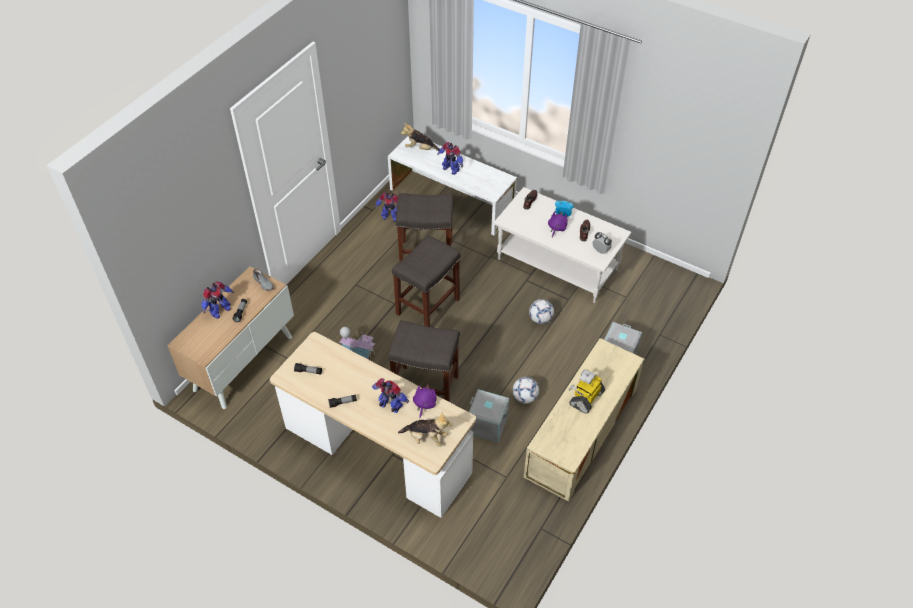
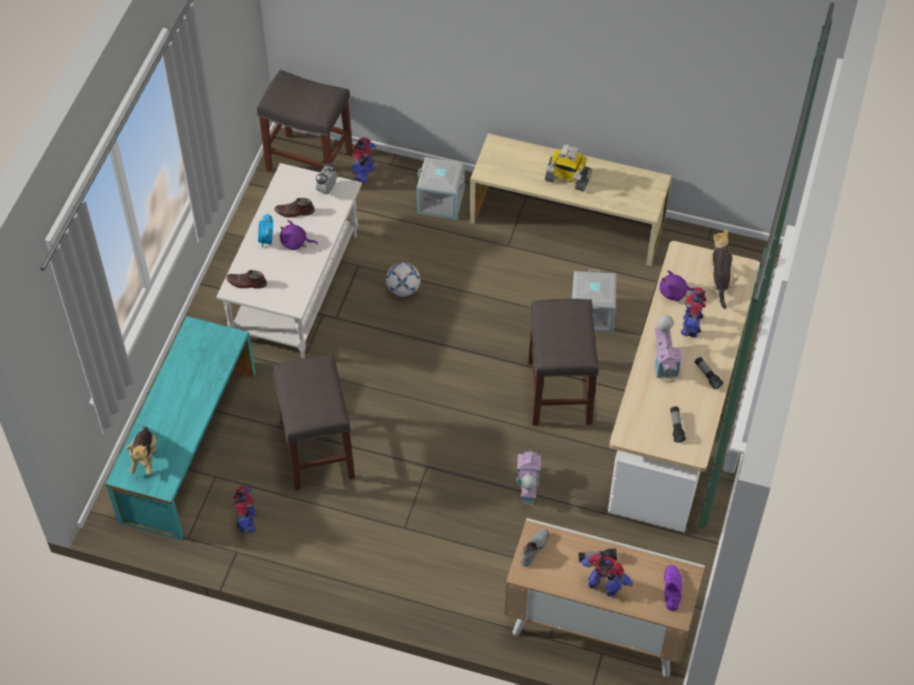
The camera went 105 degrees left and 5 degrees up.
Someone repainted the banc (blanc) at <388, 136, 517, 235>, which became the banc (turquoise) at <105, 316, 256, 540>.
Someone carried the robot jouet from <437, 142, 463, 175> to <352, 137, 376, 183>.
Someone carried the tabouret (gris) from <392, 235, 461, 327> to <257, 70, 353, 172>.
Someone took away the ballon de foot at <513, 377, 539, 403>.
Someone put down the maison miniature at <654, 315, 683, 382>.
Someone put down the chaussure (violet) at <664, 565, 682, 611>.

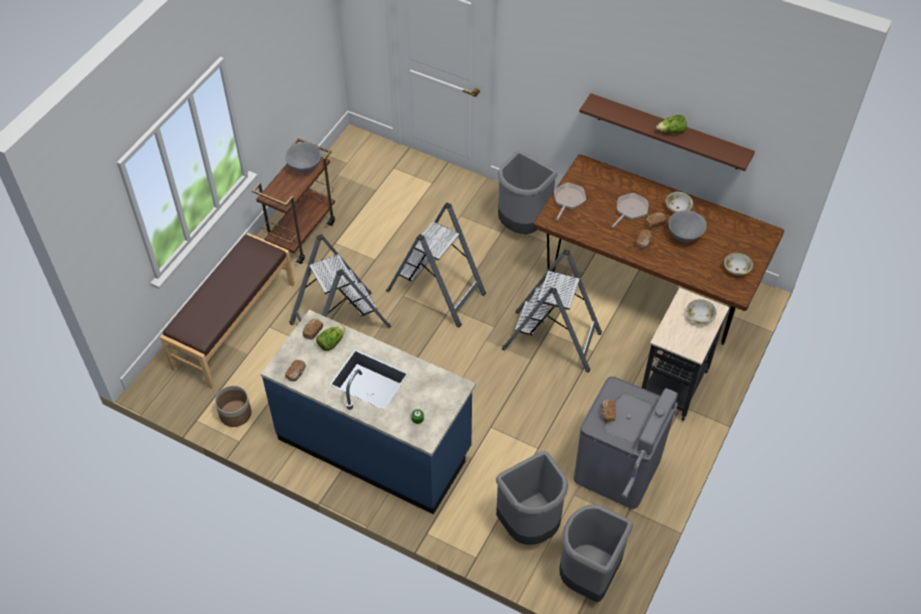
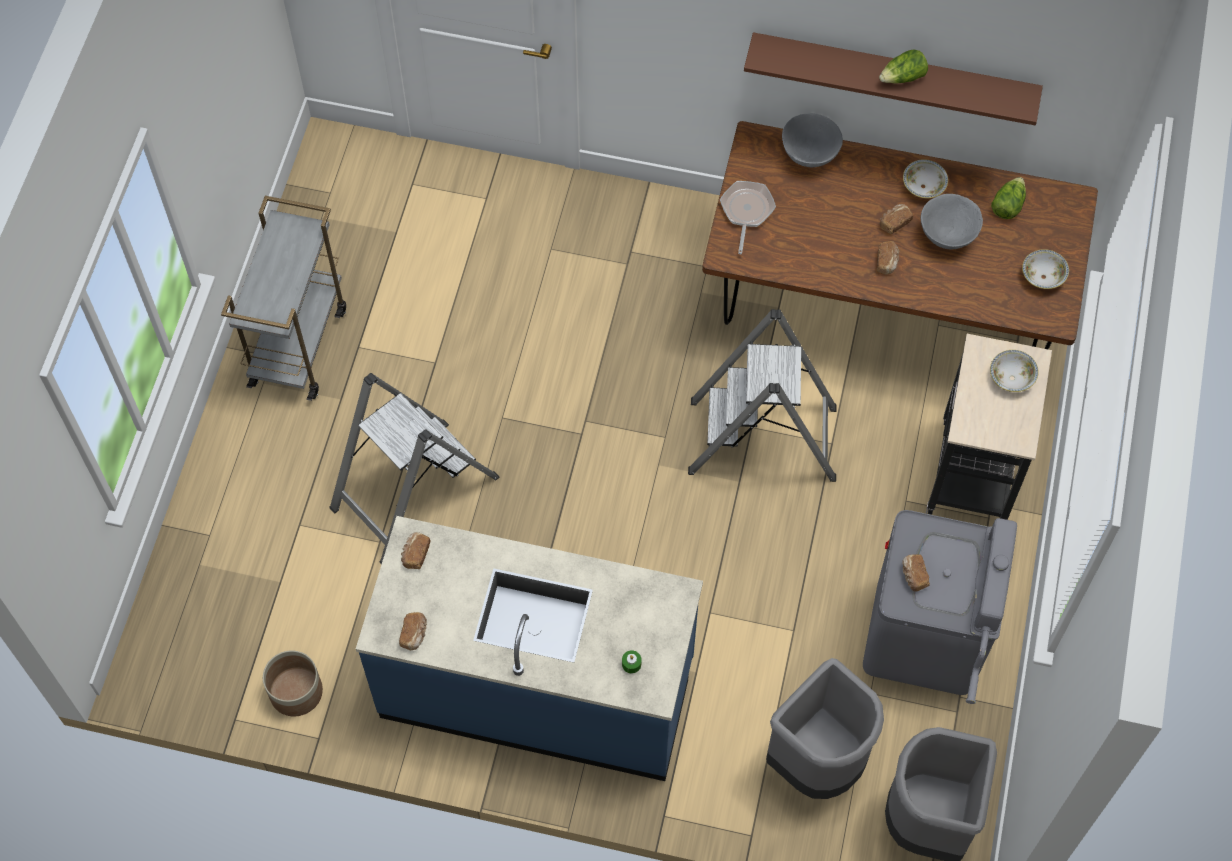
The camera went 15 degrees left and 10 degrees up.
Someone repainted the chariot (marron) at <252, 138, 335, 264>, which became the chariot (gris) at <221, 196, 346, 401>.
Someone carried the bol (gris) from <285, 142, 321, 173> to <782, 113, 843, 167>.
Someone took away the poubelle (gris) at <498, 151, 557, 234>.
Someone took away the poêle at <611, 193, 648, 228>.
Someone took away the escabeau (gris) at <386, 202, 486, 328>.
Someone took away the banc (marron) at <160, 233, 295, 389>.
Someone carried the laitue from <316, 326, 345, 351> to <991, 177, 1026, 219>.

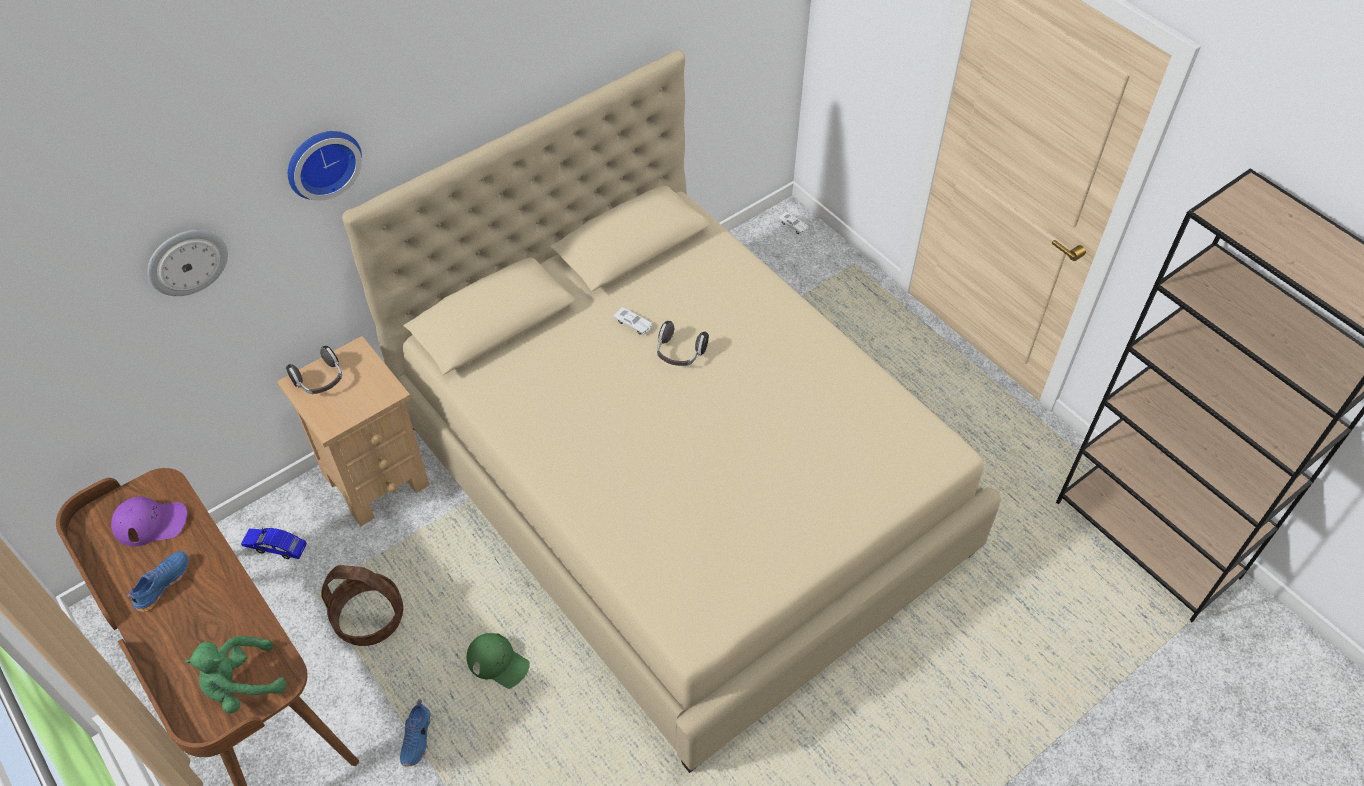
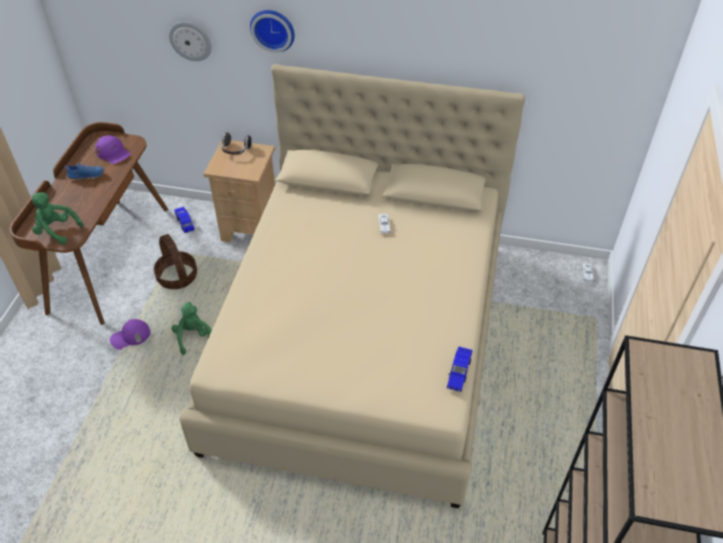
The camera went 50 degrees right and 5 degrees down.
Someone took away the casque audio at <657, 321, 709, 366>.
Someone swapped the casquette (vert) at <467, 633, 530, 689> for the peluche (vert) at <171, 302, 211, 355>.
Someone swapped the chaussure (bleu) at <400, 699, 431, 767> for the casquette (violet) at <110, 319, 150, 350>.
Someone put down the petite voiture (bleu) at <447, 347, 473, 392>.

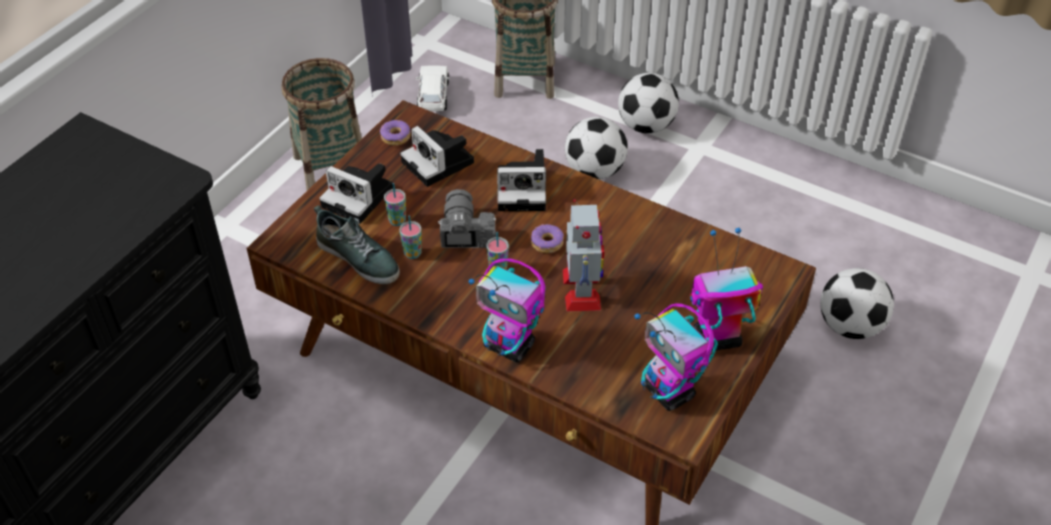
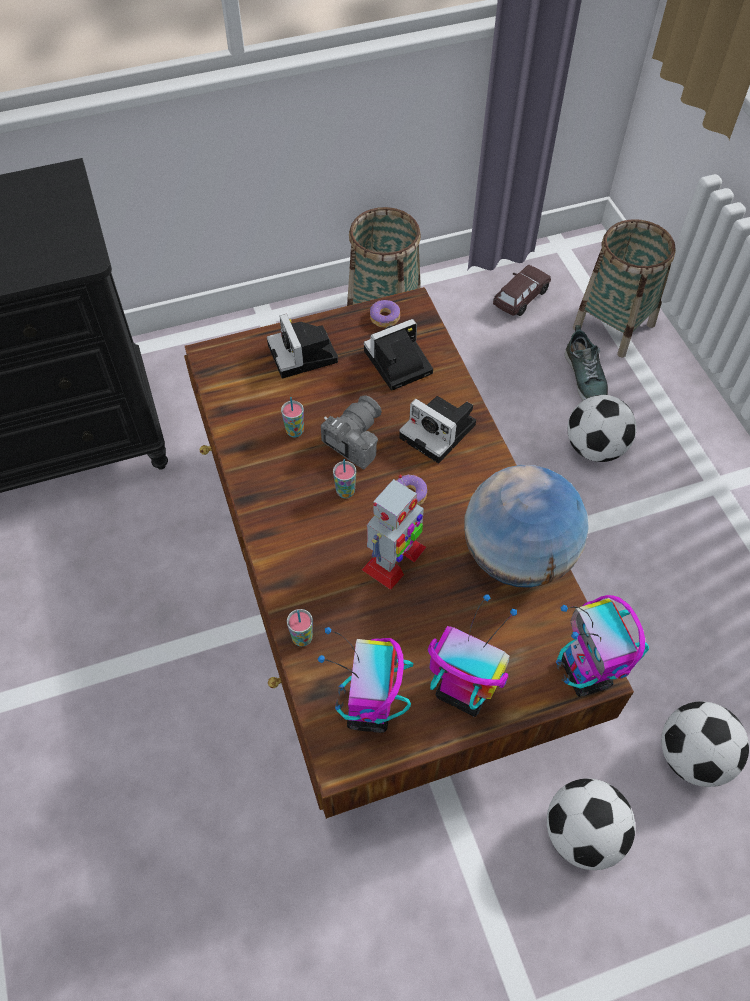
The camera went 40 degrees right and 10 degrees up.
Someone repainted the petite voiture (blanc) at <416, 65, 450, 111>, which became the petite voiture (marron) at <493, 265, 551, 316>.
Someone carried the ballon de foot from <618, 73, 679, 134> to <547, 778, 636, 870>.
Someone rotated the appareil photo at <400, 126, 474, 187> by 60 degrees clockwise.
Someone carried the tasse from <384, 183, 406, 226> to <287, 609, 313, 646>.
Someone carried the chaussure from <314, 205, 400, 284> to <565, 325, 608, 400>.
Someone carried the robot jouet from <468, 259, 545, 362> to <556, 595, 649, 697>.
Someone put down the globe at <464, 465, 589, 588>.

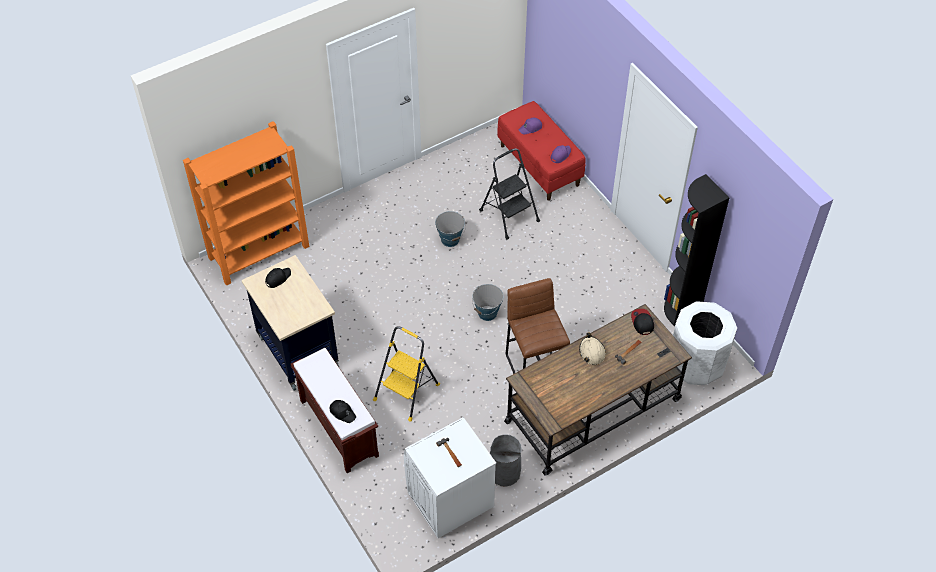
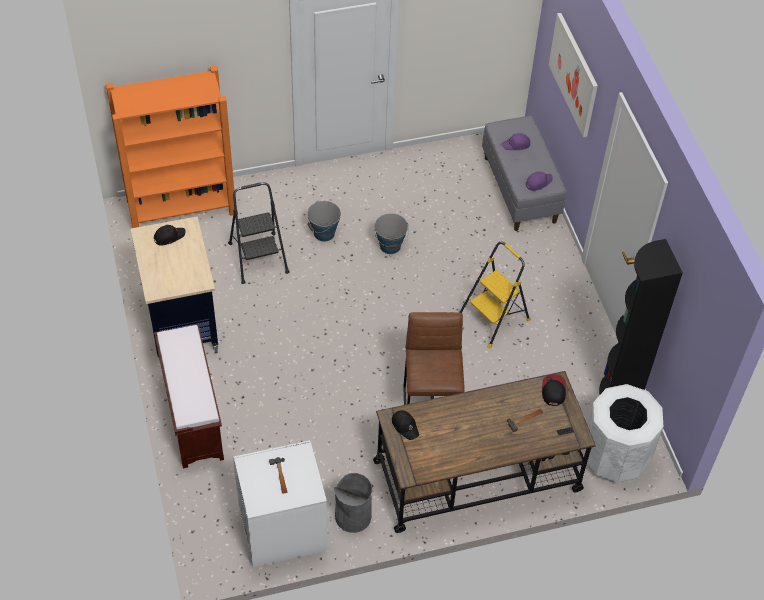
The camera went 15 degrees right and 0 degrees up.
Someone repainted the banc (rouge) at <497, 101, 586, 201>, which became the banc (gris) at <482, 116, 566, 231>.
Someone carried the escabeau (noir) from <479, 148, 540, 239> to <228, 182, 290, 284>.
Someone carried the seau from <472, 284, 503, 321> to <307, 201, 341, 242>.
Someone carried the escabeau (jaune) from <373, 326, 440, 422> to <459, 242, 531, 349>.
Someone took away the casque de chantier (beige) at <579, 332, 606, 365>.
Someone carried the casquette (noir) from <330, 400, 356, 423> to <392, 410, 419, 440>.
Someone put up the tableau at <549, 13, 598, 137>.

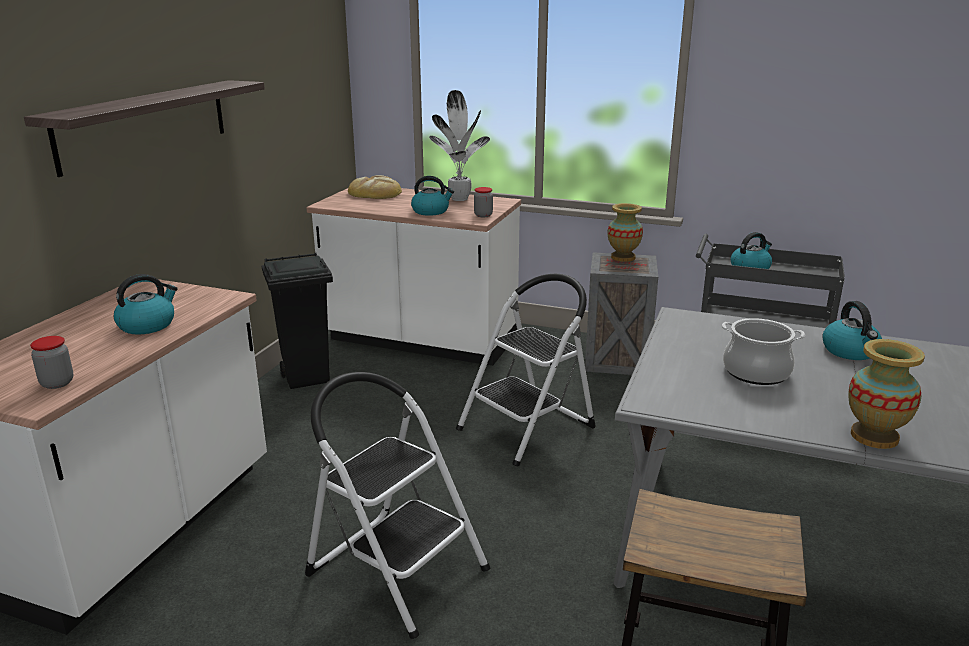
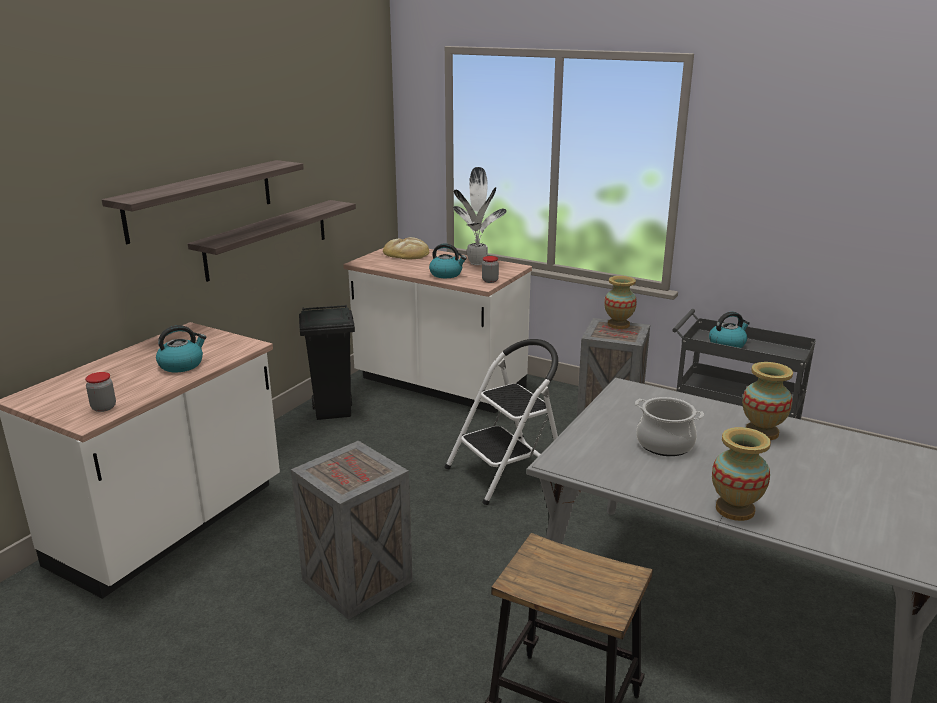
The camera went 10 degrees right and 0 degrees up.
Someone swapped the bouilloire at <822, 301, 882, 360> for the vase at <742, 362, 793, 440>.
Someone swapped the escabeau at <305, 372, 490, 639> for the caisse at <291, 441, 413, 620>.
Someone put up the étagère at <188, 200, 356, 282>.

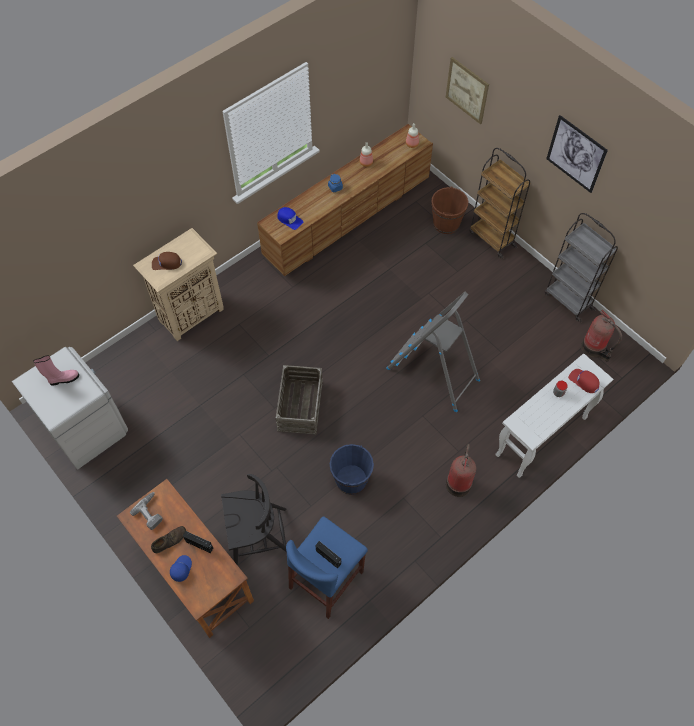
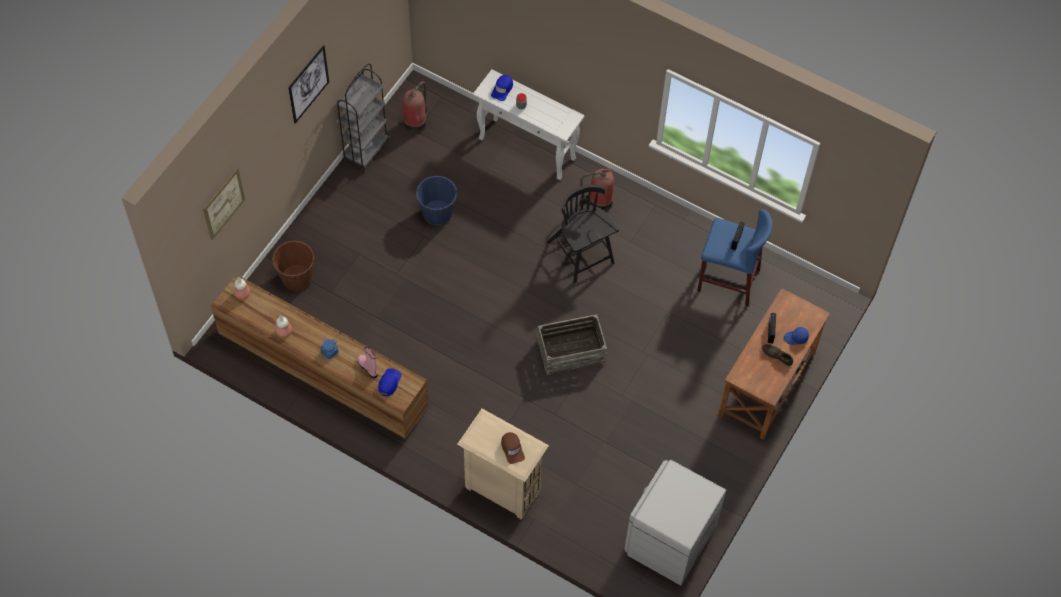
The camera went 110 degrees left and 0 degrees up.
Someone took away the chariot (marron) at <469, 148, 530, 259>.
Someone took away the escabeau (gris) at <387, 292, 480, 412>.
Someone carried the botte (rose) from <33, 355, 79, 386> to <357, 347, 378, 378>.
Someone repainted the casquette (rouge) at <568, 369, 600, 393>, which became the casquette (bleu) at <491, 75, 513, 101>.
Someone carried the seau (bleu) from <330, 444, 374, 495> to <416, 176, 457, 226>.
Someone carried the chaise (noir) from <221, 474, 287, 566> to <547, 184, 619, 283>.
Someone took away the perceuse at <130, 492, 163, 530>.

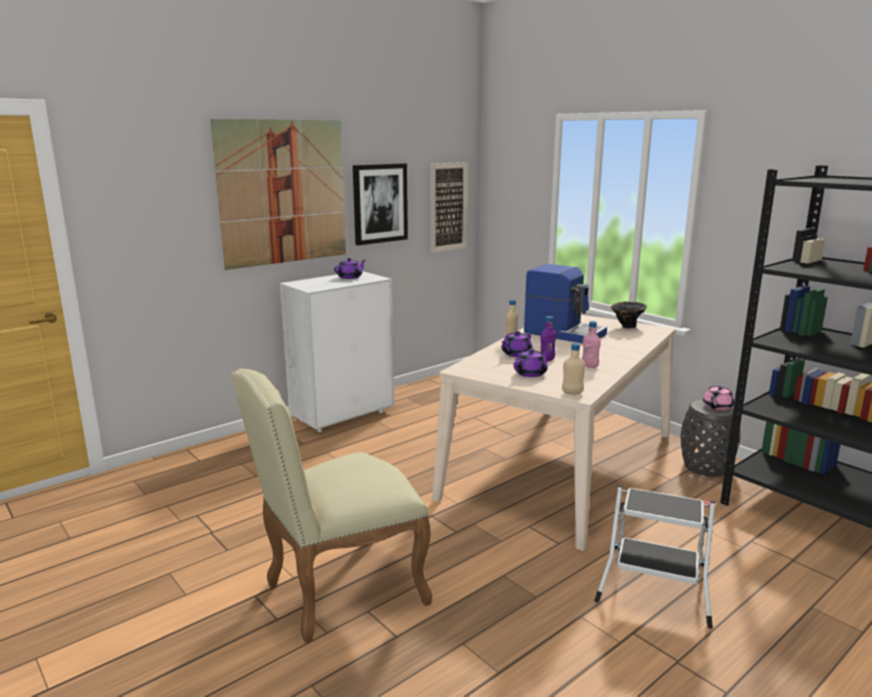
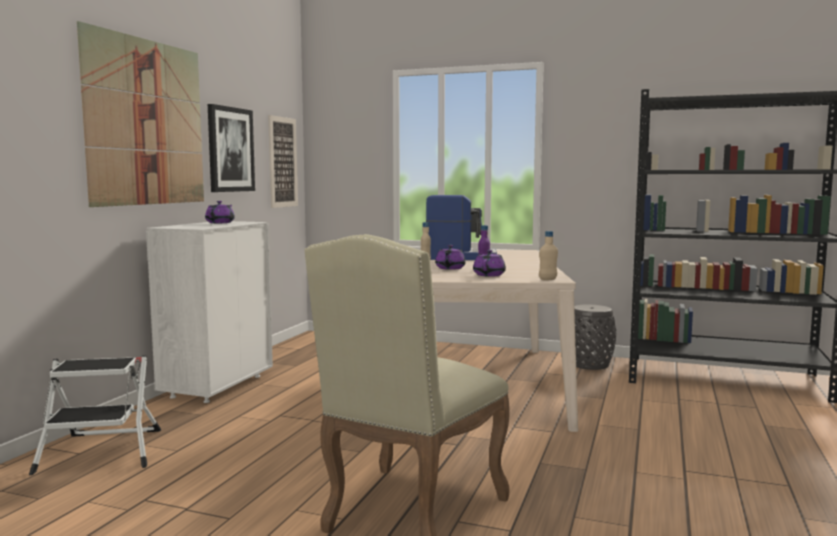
The camera went 30 degrees left and 10 degrees down.
Someone took away the vase (noir) at <610, 302, 647, 328>.
Someone took away the bouteille (rose) at <582, 321, 601, 368>.
Someone took away the théière (rose) at <703, 385, 734, 411>.
Someone carried the escabeau from <595, 485, 715, 629> to <29, 355, 161, 475>.

